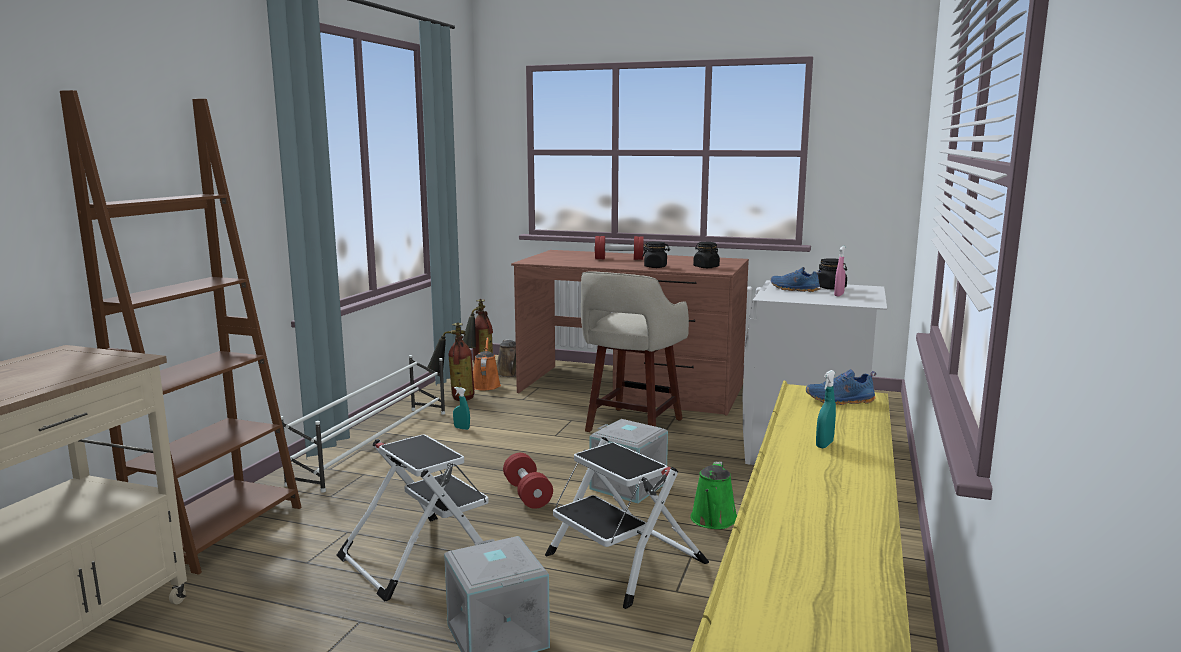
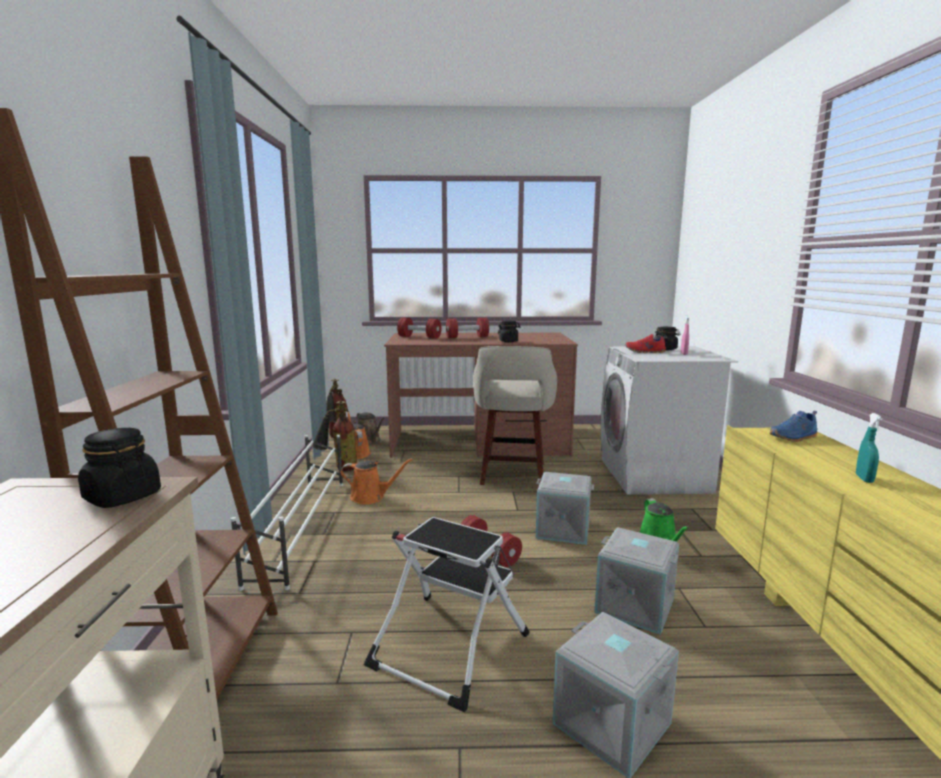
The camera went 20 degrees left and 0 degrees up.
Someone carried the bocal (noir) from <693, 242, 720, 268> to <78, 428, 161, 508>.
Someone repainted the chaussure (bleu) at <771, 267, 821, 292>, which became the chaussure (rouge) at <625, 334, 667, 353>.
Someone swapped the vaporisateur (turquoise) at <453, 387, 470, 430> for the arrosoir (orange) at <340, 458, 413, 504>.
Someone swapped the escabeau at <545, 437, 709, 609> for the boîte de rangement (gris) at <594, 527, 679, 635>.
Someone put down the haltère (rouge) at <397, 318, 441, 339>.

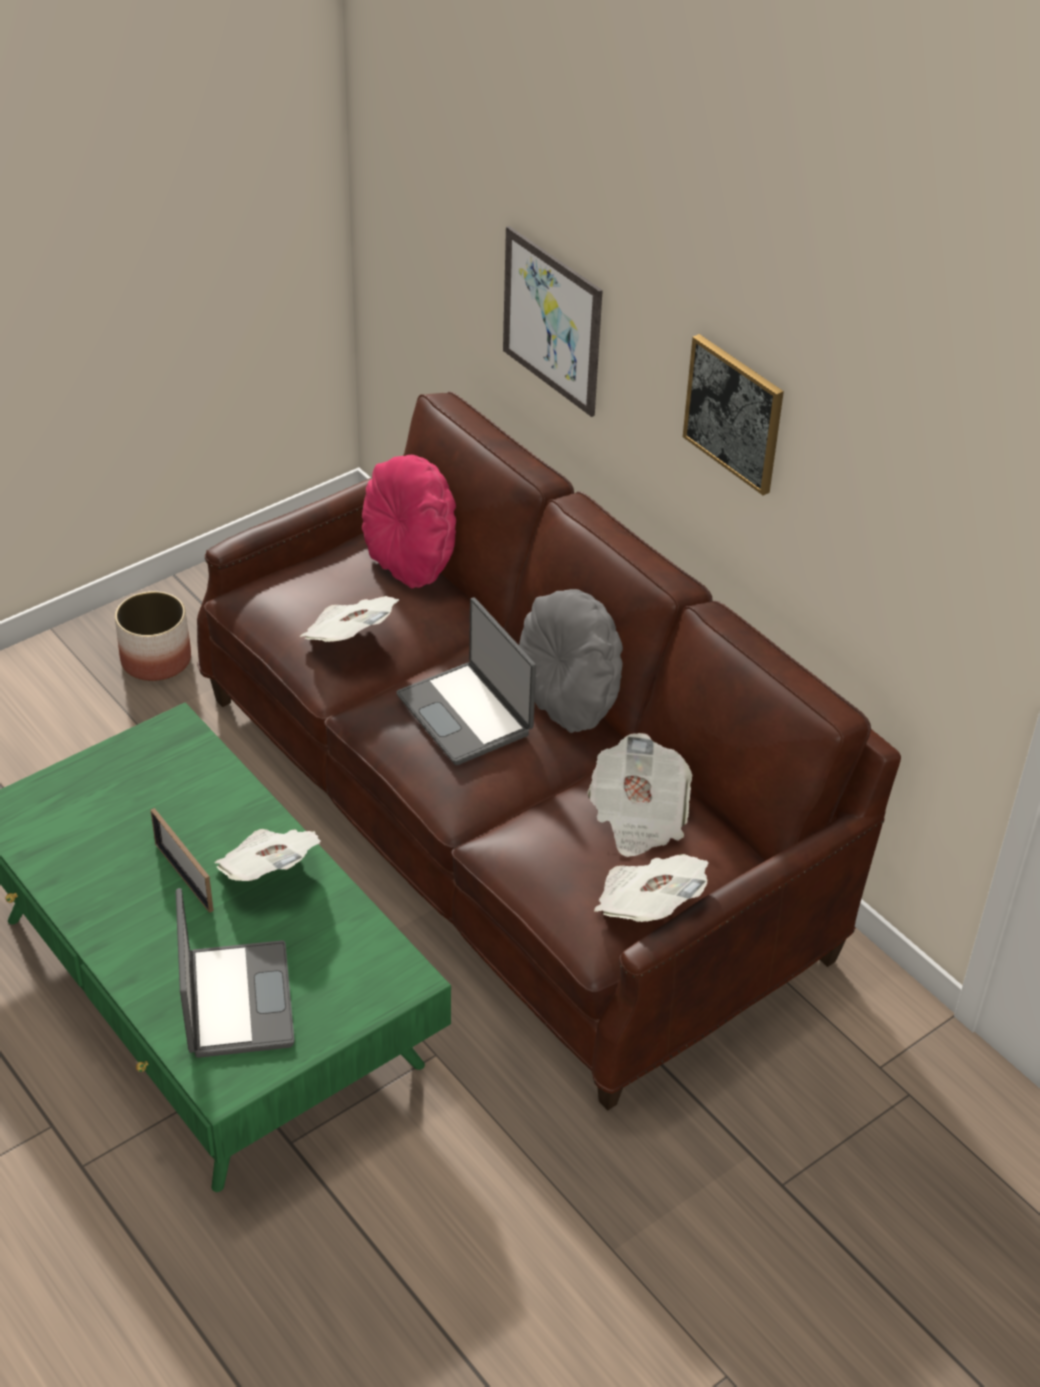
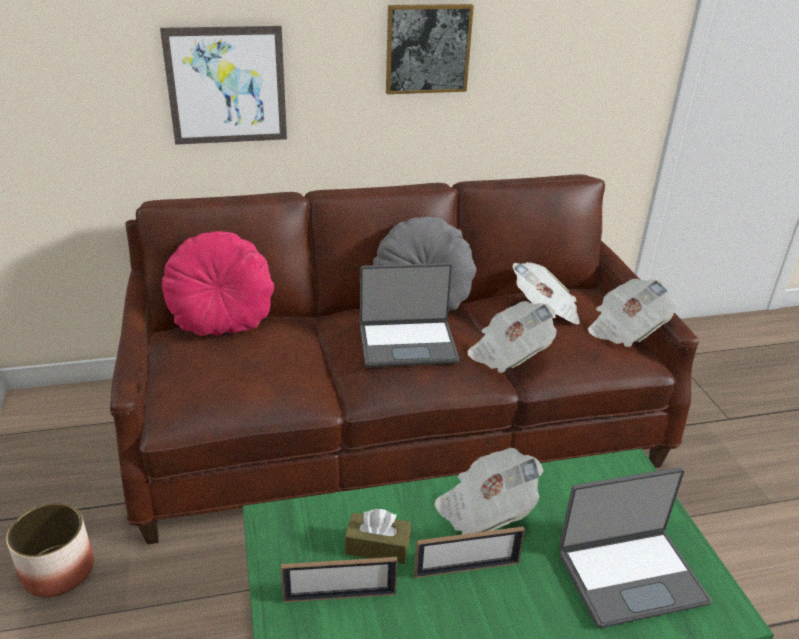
The camera went 65 degrees left and 10 degrees down.
Someone carried the journal from <300, 596, 399, 642> to <468, 301, 557, 373>.
Someone rotated the ordinateur portable at <176, 888, 295, 1058> by 150 degrees clockwise.
Someone put down the boîte à mouchoirs (marron) at <345, 509, 411, 564>.
Someone put down the cadre photo at <281, 557, 397, 603>.

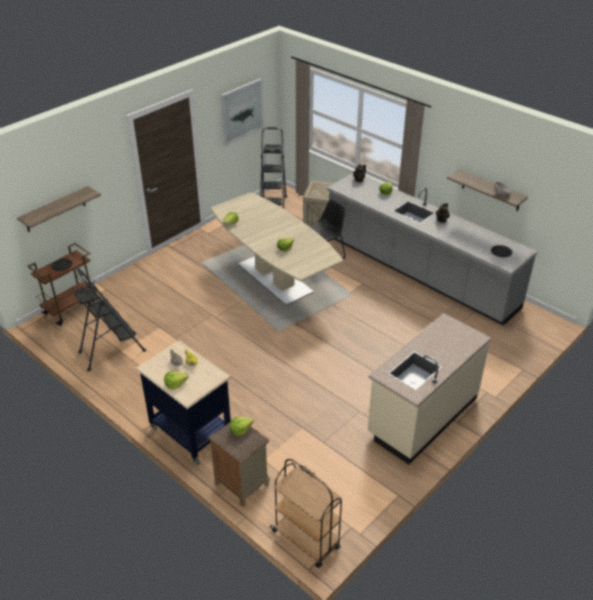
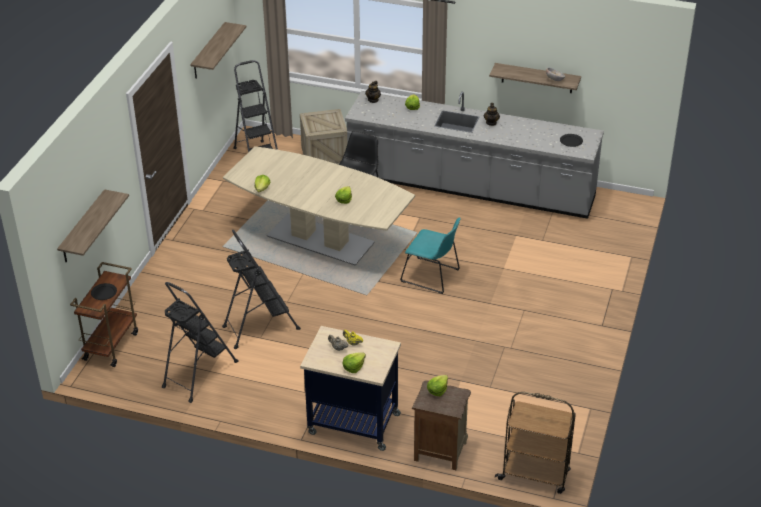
The camera went 25 degrees left and 0 degrees up.
Someone swapped the tableau at <221, 79, 263, 146> for the étagère at <190, 22, 246, 79>.
Someone took away the comptoir de cuisine (beige) at <368, 313, 491, 465>.
Someone put down the chaise (turquoise) at <400, 217, 461, 294>.
Someone put down the escabeau at <222, 230, 301, 349>.

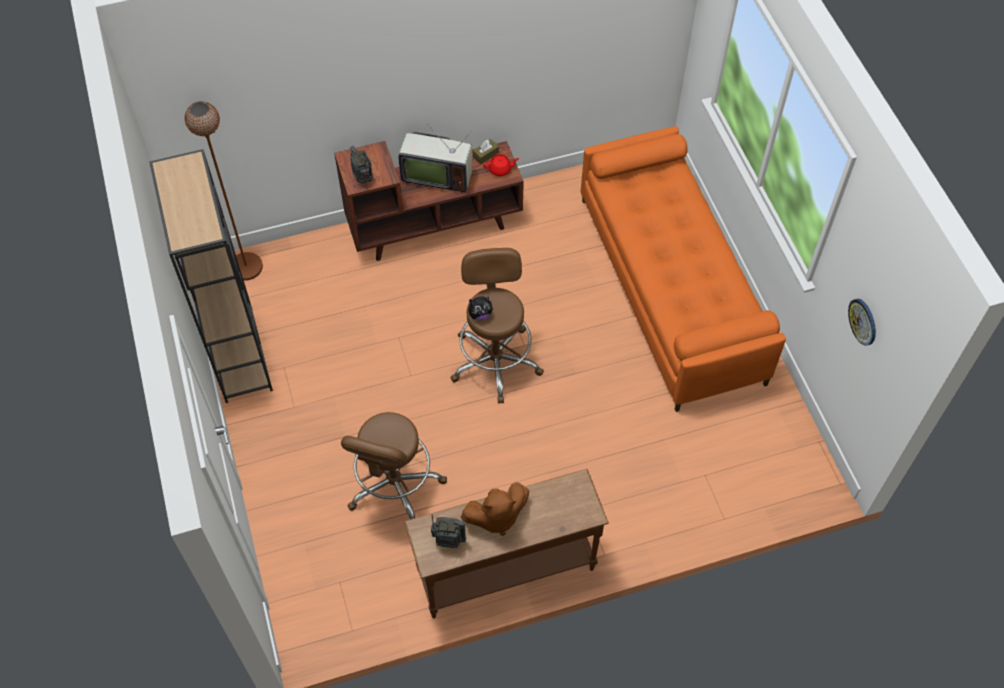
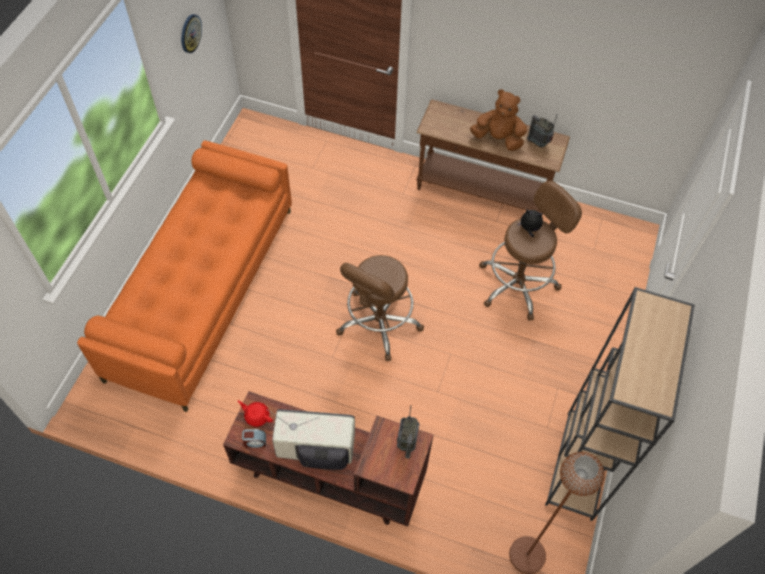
The camera went 145 degrees left and 0 degrees up.
Someone rotated the téléviseur at <398, 124, 472, 193> by 45 degrees counterclockwise.
Someone swapped the boîte à mouchoirs (marron) at <473, 139, 499, 164> for the réveil at <242, 429, 266, 448>.
Someone carried the peluche from <468, 296, 493, 320> to <517, 209, 543, 237>.

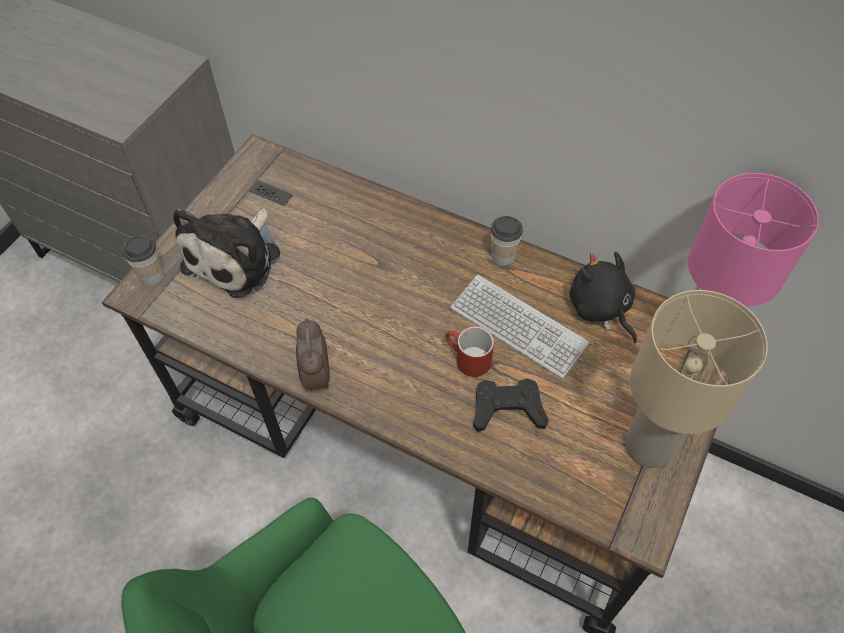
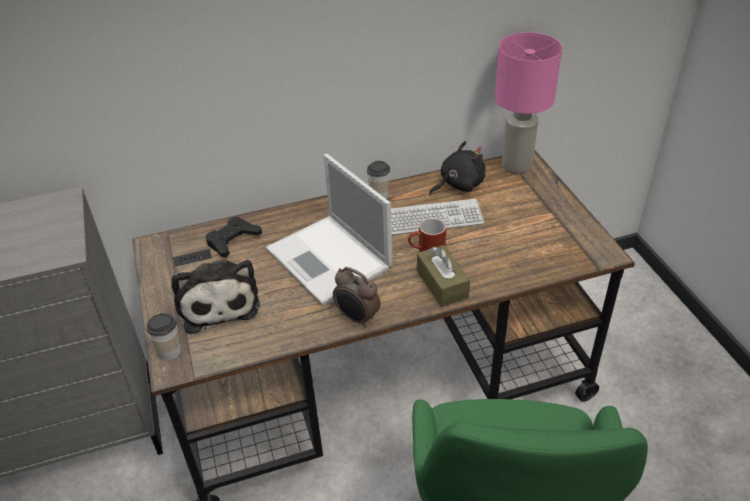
The camera went 45 degrees left and 15 degrees down.
Someone rotated the peluche (noir) at <570, 252, 637, 343> by 135 degrees clockwise.
Someone took away the lampe de table (beige) at <625, 290, 768, 468>.
Someone carried the manette (noir) from <473, 378, 549, 432> to <205, 217, 262, 257>.
Someone put down the ordinateur portable at <266, 154, 392, 306>.
Someone put down the boîte à mouchoirs (marron) at <417, 245, 470, 307>.

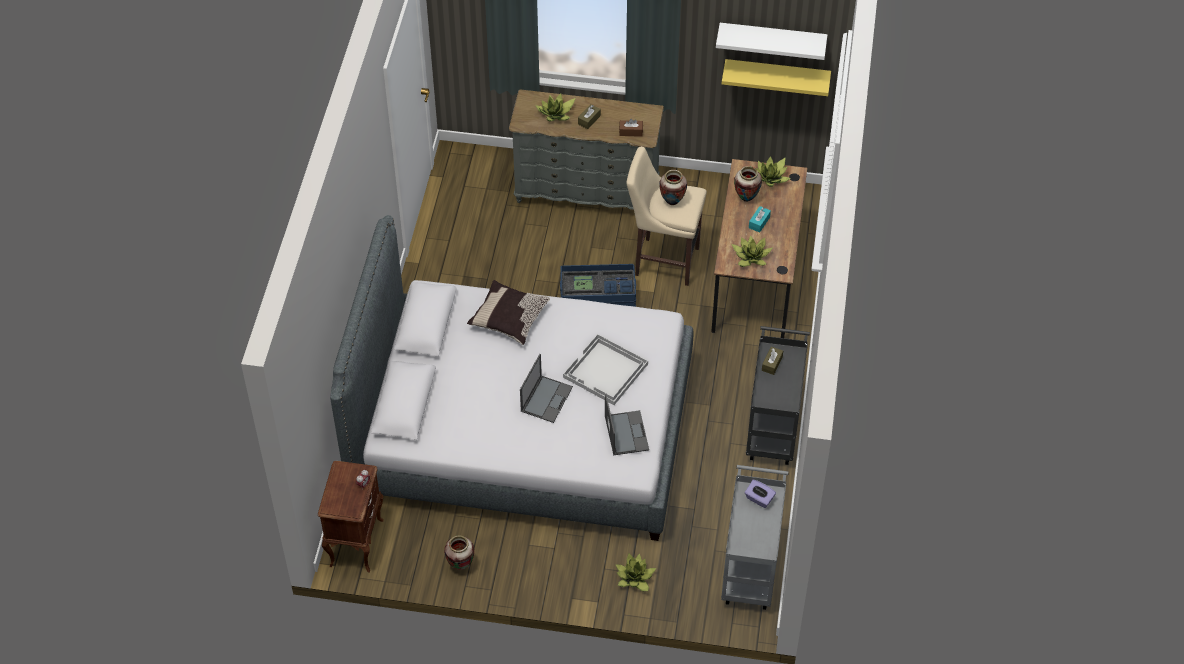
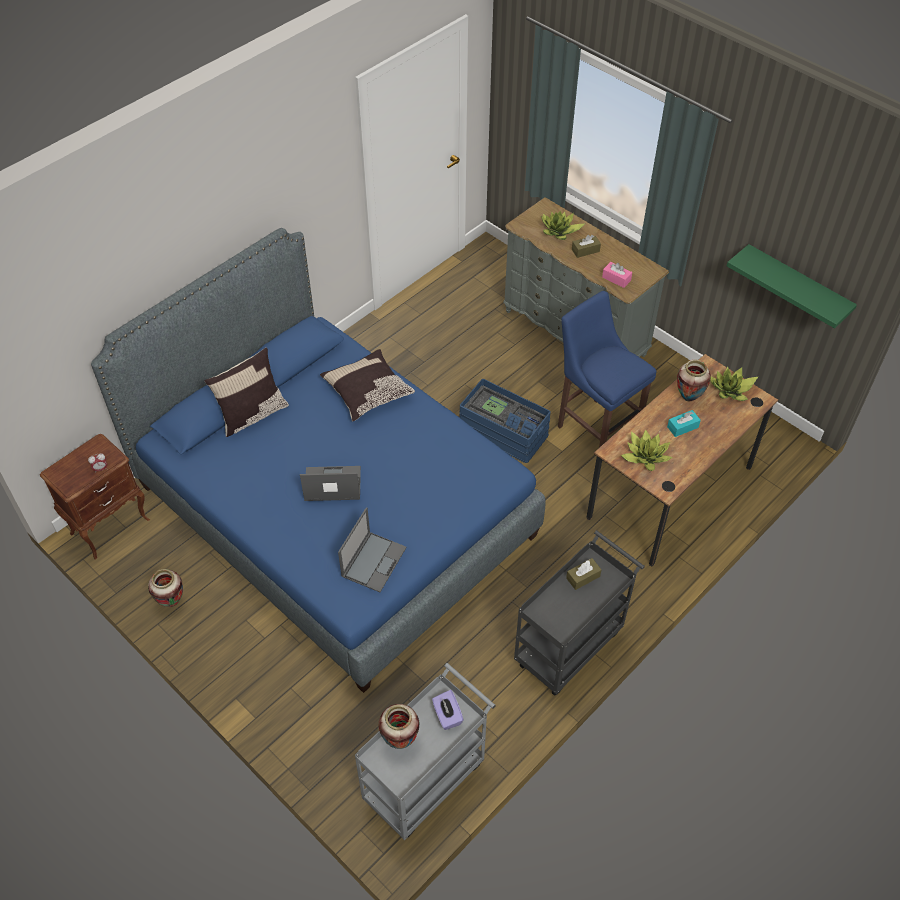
The camera went 35 degrees right and 0 degrees up.
Someone took away the étagère (blanc) at <716, 23, 827, 60>.
Someone repainted the étagère (jaune) at <722, 59, 831, 96>, which became the étagère (vert) at <727, 244, 857, 328>.
Someone repainted the boîte à mouchoirs (marron) at <619, 119, 643, 137>, which became the boîte à mouchoirs (rose) at <602, 262, 632, 288>.
Someone repainted the tabouret (beige) at <626, 147, 707, 286>, which became the tabouret (bleu) at <558, 291, 656, 461>.
Someone carried the vase from <659, 170, 687, 205> to <378, 704, 419, 749>.
Someone repainted the lit (gris) at <330, 215, 694, 541>, which became the lit (bleu) at <91, 228, 546, 693>.
Someone took away the plateau (blanc) at <563, 334, 648, 405>.
Someone rotated the ordinateur portable at <520, 354, 573, 423> by 150 degrees counterclockwise.
Someone took away the plante en pot at <615, 553, 657, 591>.
Someone put down the coussin at <204, 348, 289, 437>.

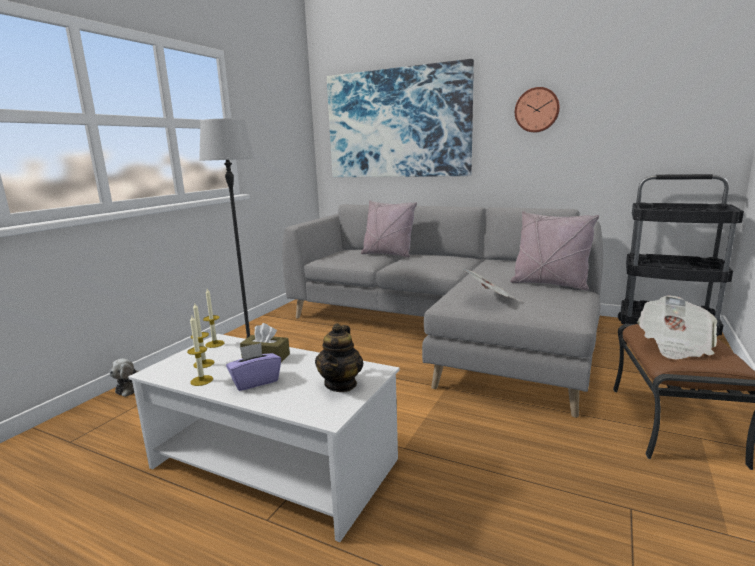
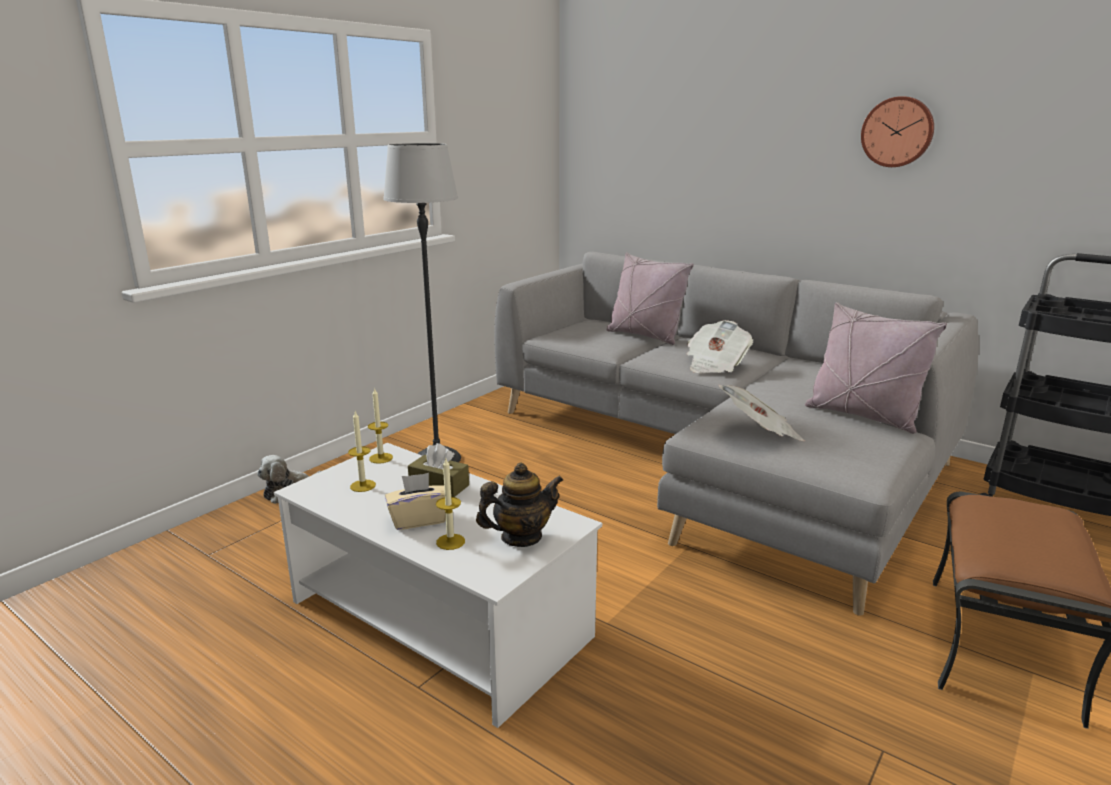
The camera went 10 degrees right and 5 degrees up.
Someone took away the tableau at <327, 59, 474, 177>.
Someone carried the journal from <637, 296, 717, 359> to <687, 320, 753, 373>.
Someone carried the bougie from <187, 316, 213, 386> to <436, 459, 465, 550>.
Someone rotated the théière at <315, 323, 363, 392> by 135 degrees counterclockwise.
Someone repainted the boîte à mouchoirs (violet) at <226, 343, 281, 391>, which became the boîte à mouchoirs (beige) at <385, 473, 446, 530>.

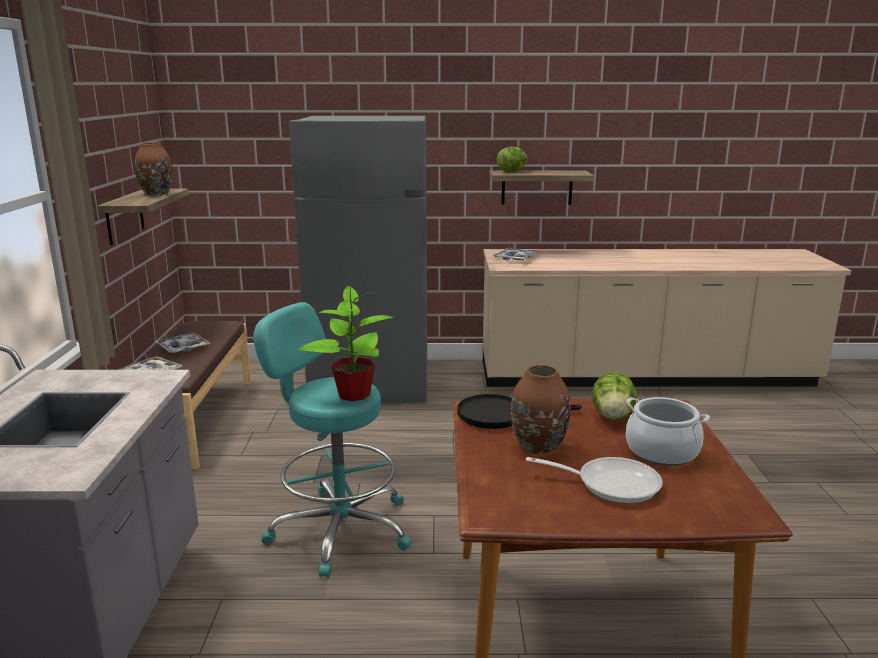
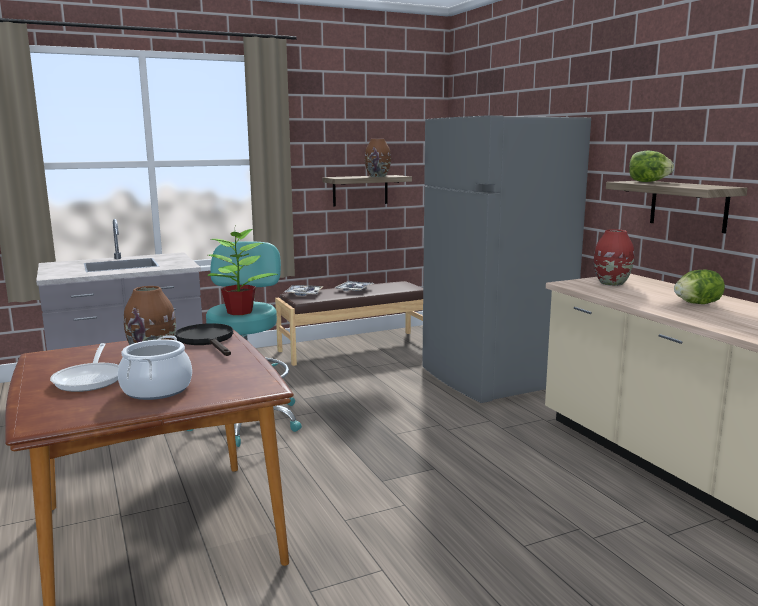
The camera went 65 degrees right and 5 degrees down.
Someone swapped the plateau at <492, 248, 539, 260> for the vase (rouge) at <594, 229, 634, 286>.
Someone carried the laitue from <592, 372, 637, 419> to <674, 270, 725, 304>.

